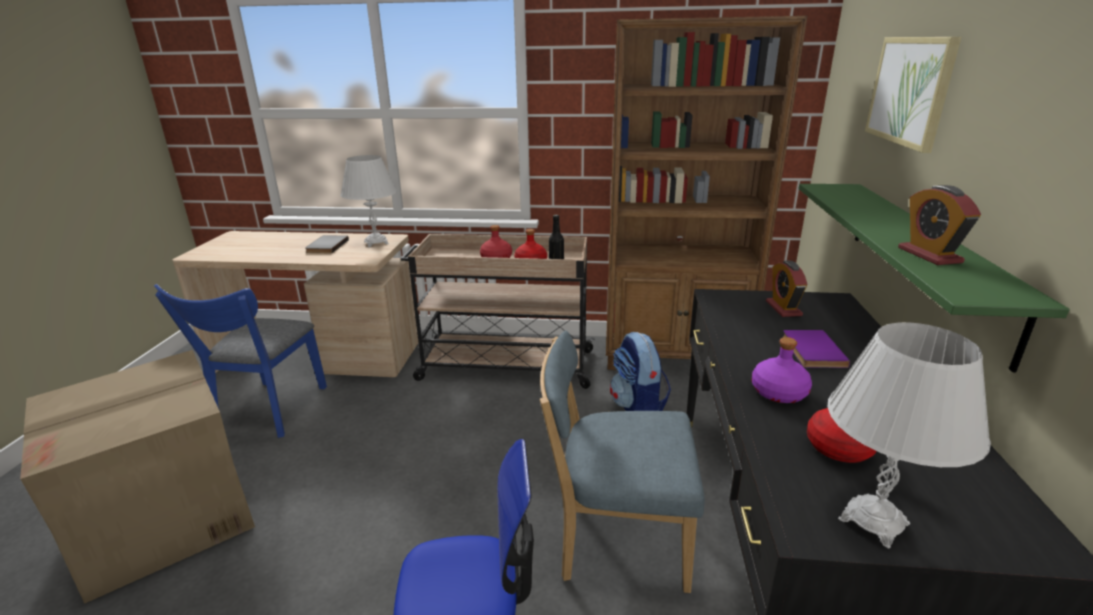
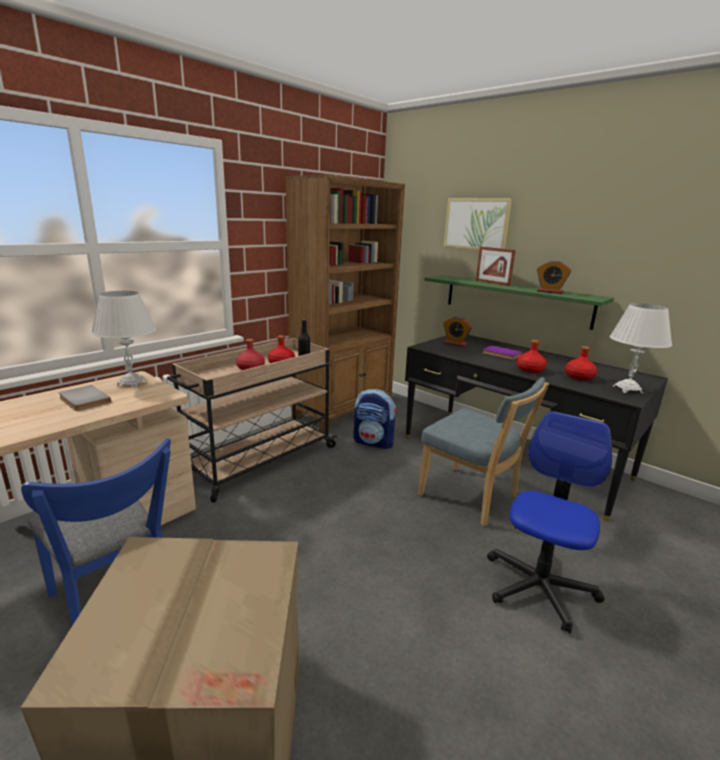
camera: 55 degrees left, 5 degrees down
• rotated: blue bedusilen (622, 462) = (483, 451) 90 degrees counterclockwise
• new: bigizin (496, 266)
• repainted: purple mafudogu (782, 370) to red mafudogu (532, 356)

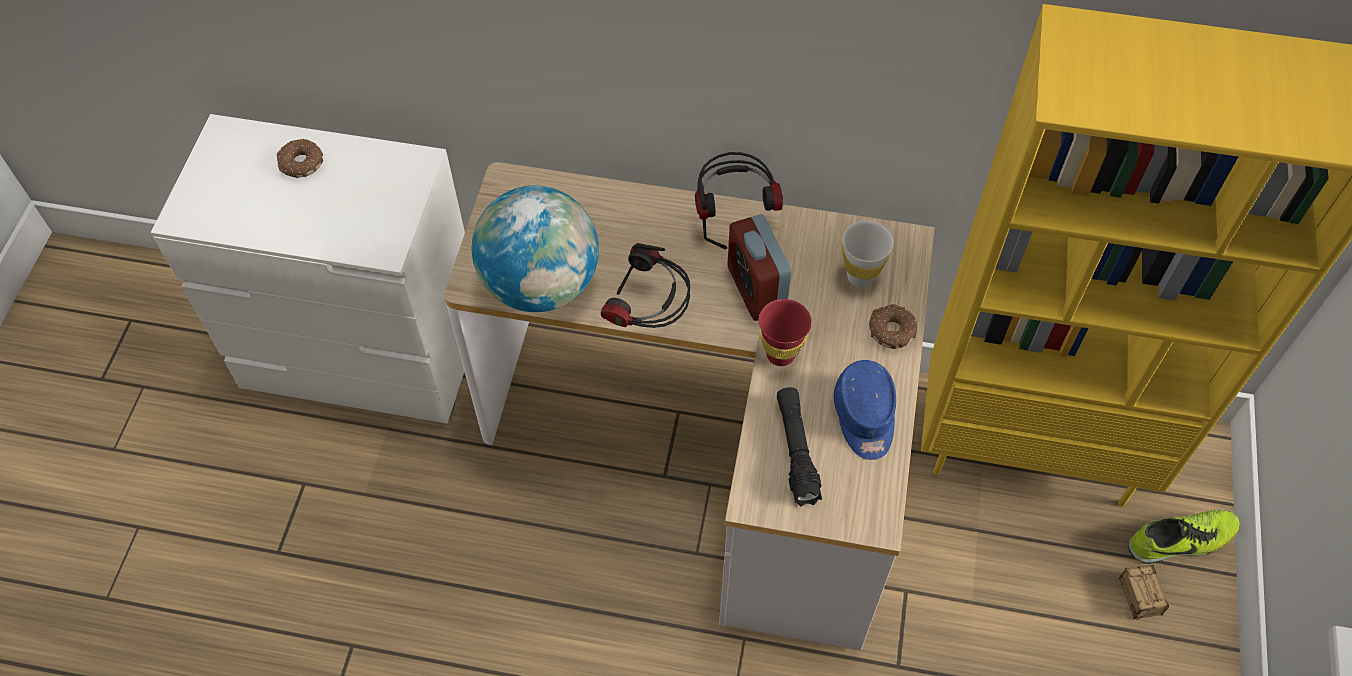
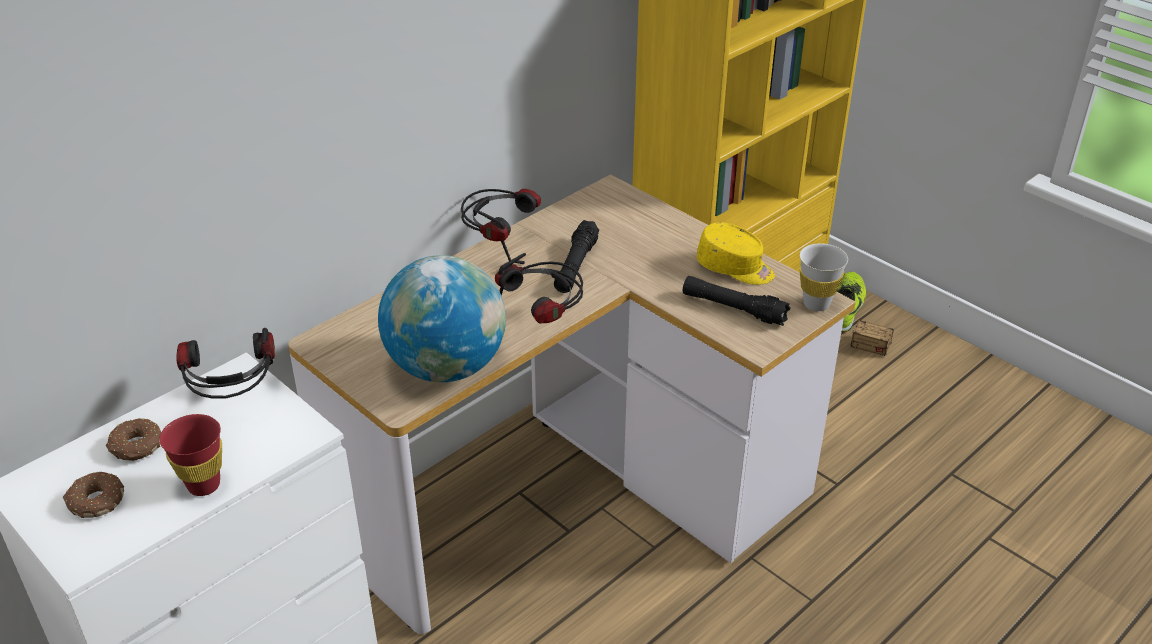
camera: 55 degrees left, 20 degrees down
• shifted: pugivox (893, 326) to (93, 495)
• shifted: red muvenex (785, 332) to (190, 455)
• new: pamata (225, 363)
• swapped: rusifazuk (759, 267) to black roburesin (576, 256)
• repainted: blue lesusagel (864, 410) to yellow lesusagel (736, 253)
• shifted: white muvenex (868, 254) to (823, 277)

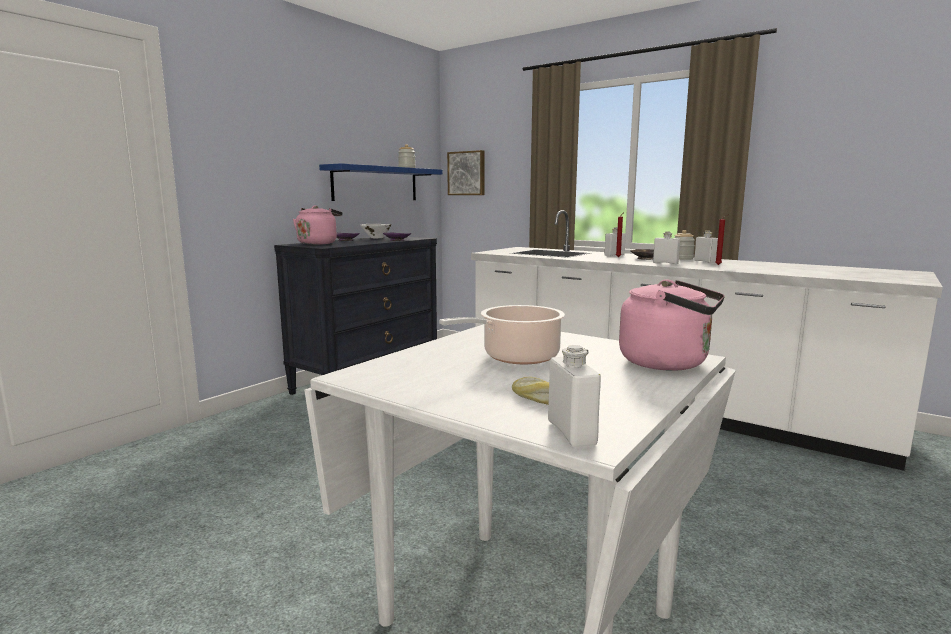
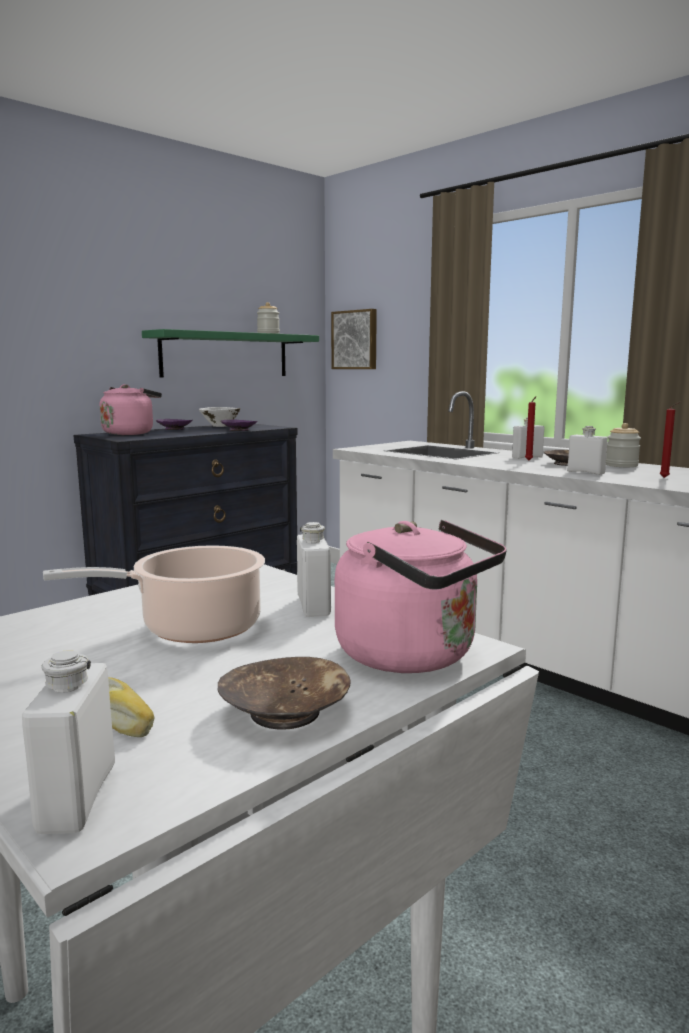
camera: 10 degrees right, 0 degrees up
• repainted: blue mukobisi (381, 182) to green mukobisi (230, 353)
• new: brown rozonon (284, 693)
• shifted: white mafudogu (706, 247) to (314, 569)

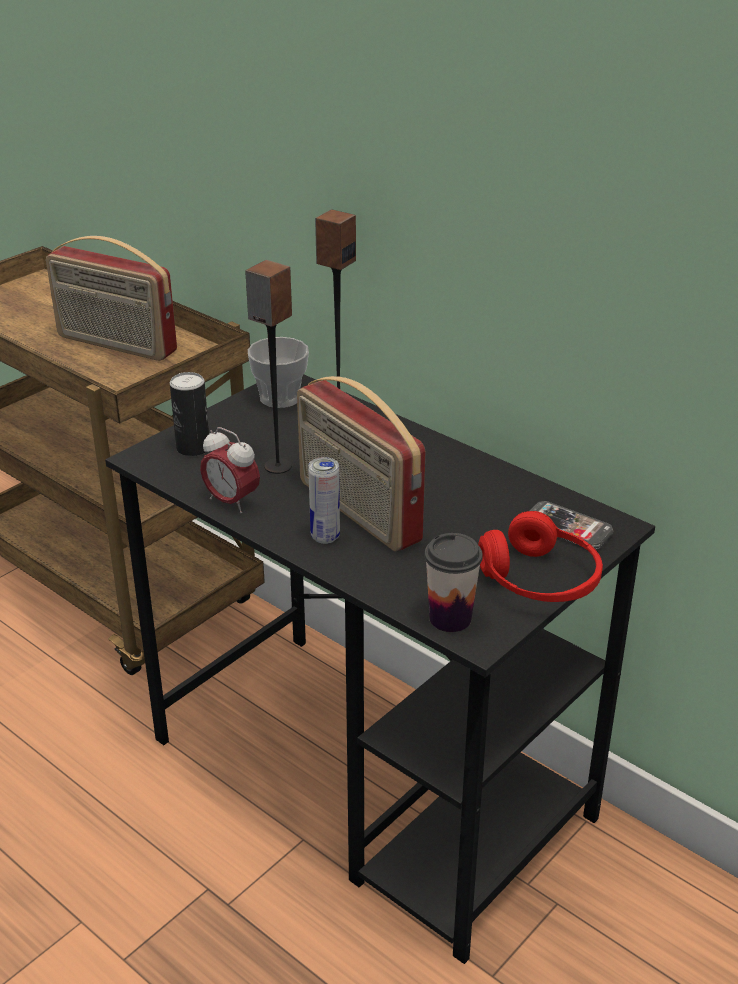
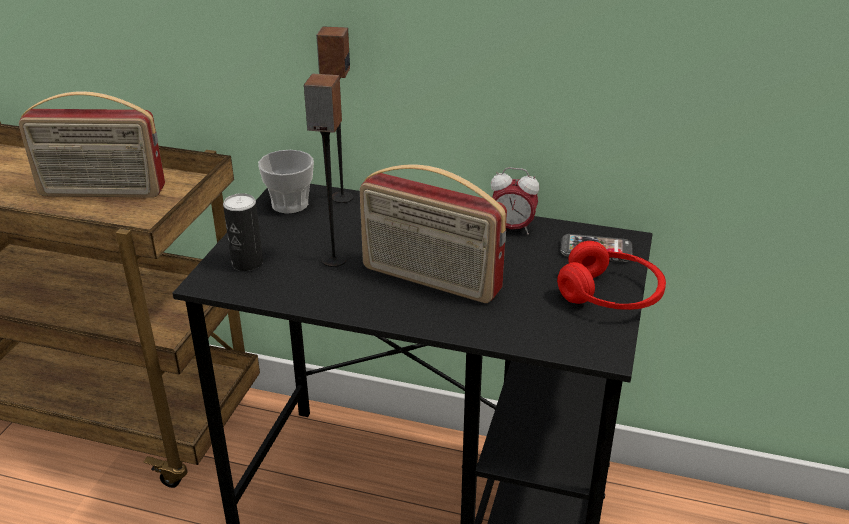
camera: 25 degrees left, 0 degrees up
• shifted: rusifazuk (230, 470) to (515, 201)
• gone: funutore (324, 500)
• gone: muvenex (453, 582)

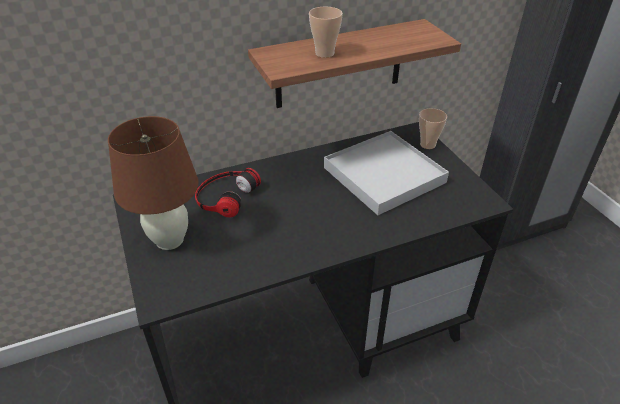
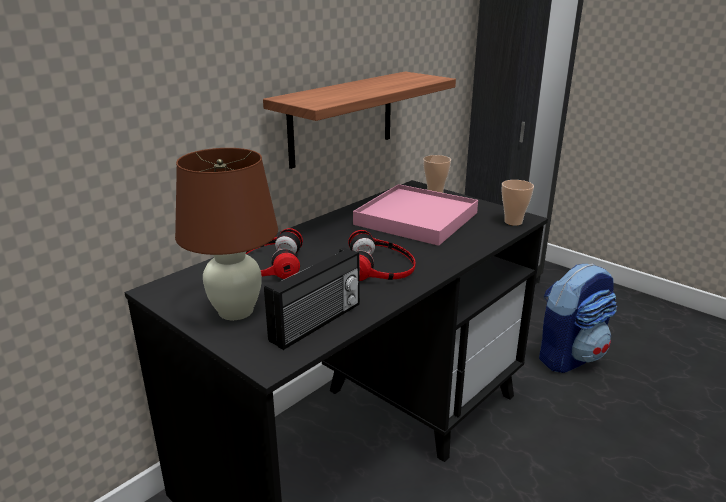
camera: 25 degrees left, 15 degrees down
• new: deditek (312, 298)
• new: pamata (382, 255)
• repainted: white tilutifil (386, 173) to pink tilutifil (415, 215)
• shifted: muvenex (326, 32) to (518, 203)
• new: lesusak (578, 318)

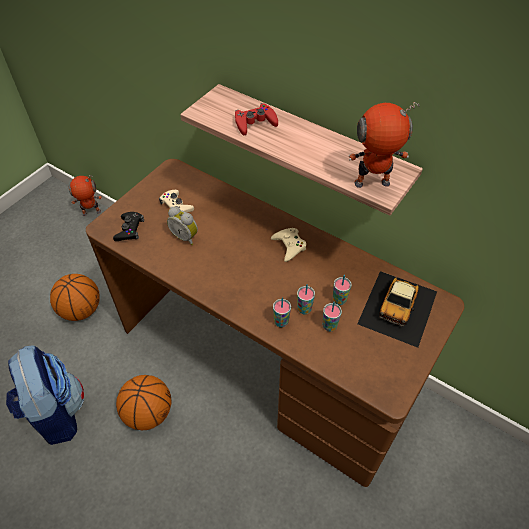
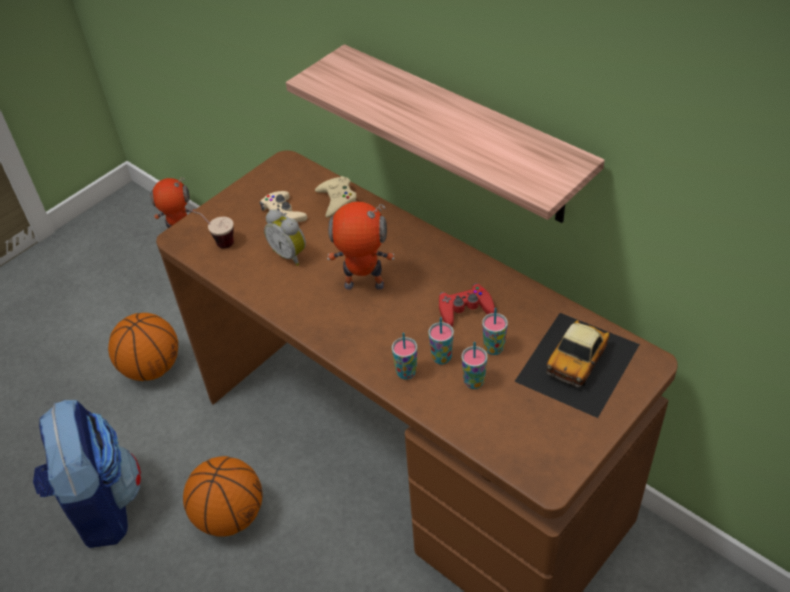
camera: 10 degrees right, 5 degrees down
• swapped: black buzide (128, 226) to muvenex (209, 228)
• shifted: beige buzide (288, 245) to (336, 196)
• shifted: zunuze (384, 145) to (360, 245)
• shifted: red buzide (256, 119) to (467, 304)

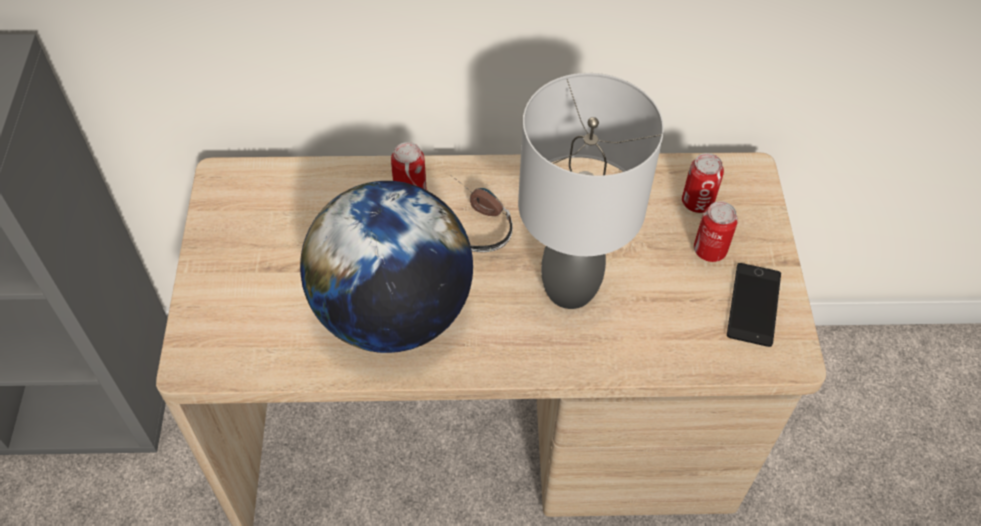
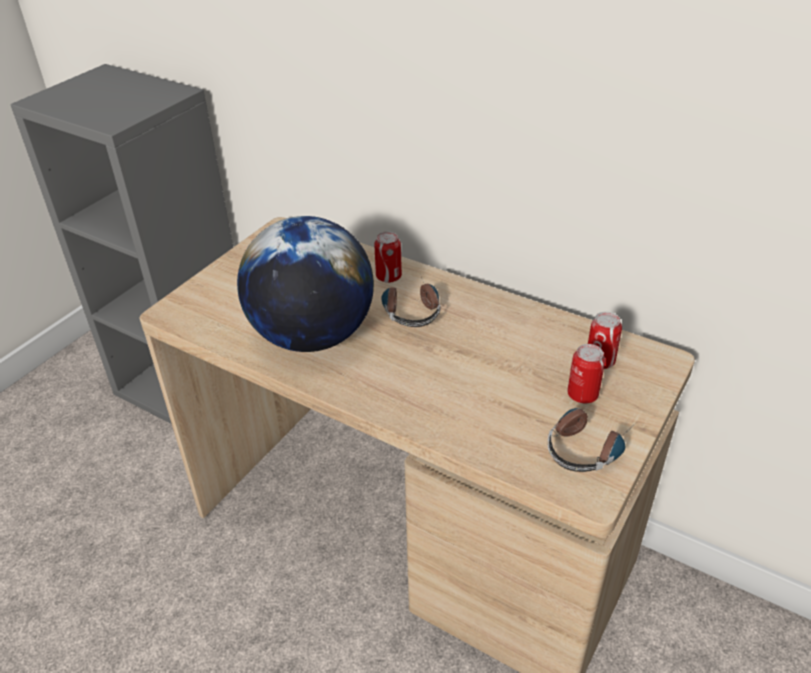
camera: 35 degrees right, 15 degrees down
• swapped: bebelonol (754, 305) to pamata (593, 440)
• gone: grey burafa (591, 191)

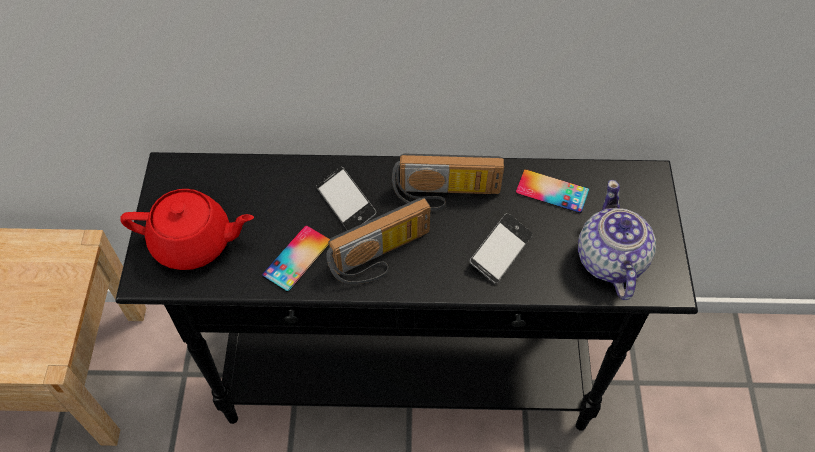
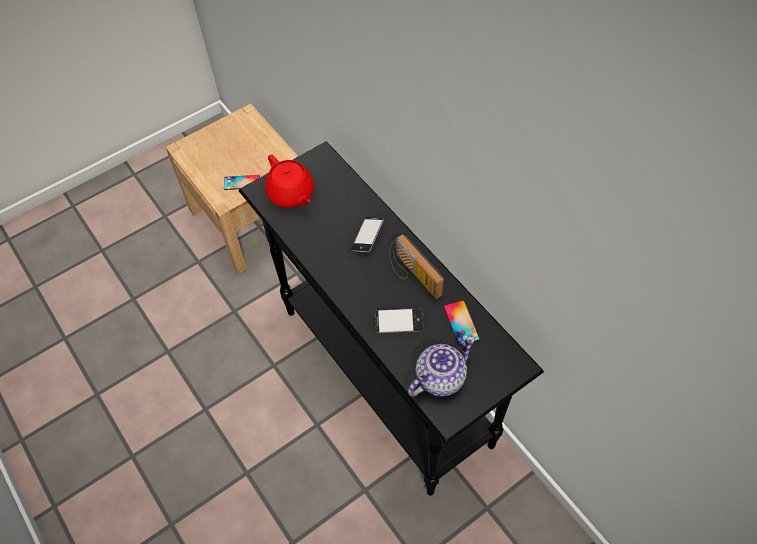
camera: 55 degrees right, 0 degrees up
• shifted: bebelonol (296, 258) to (242, 182)
• gone: deditek (378, 241)

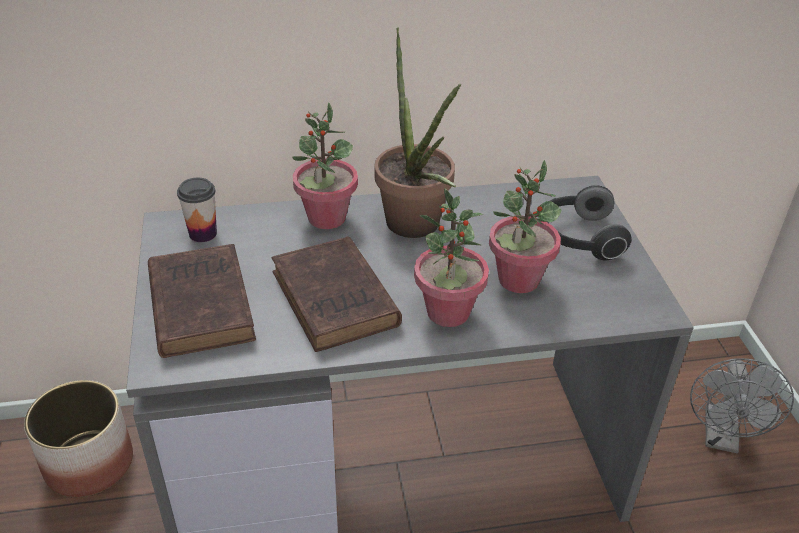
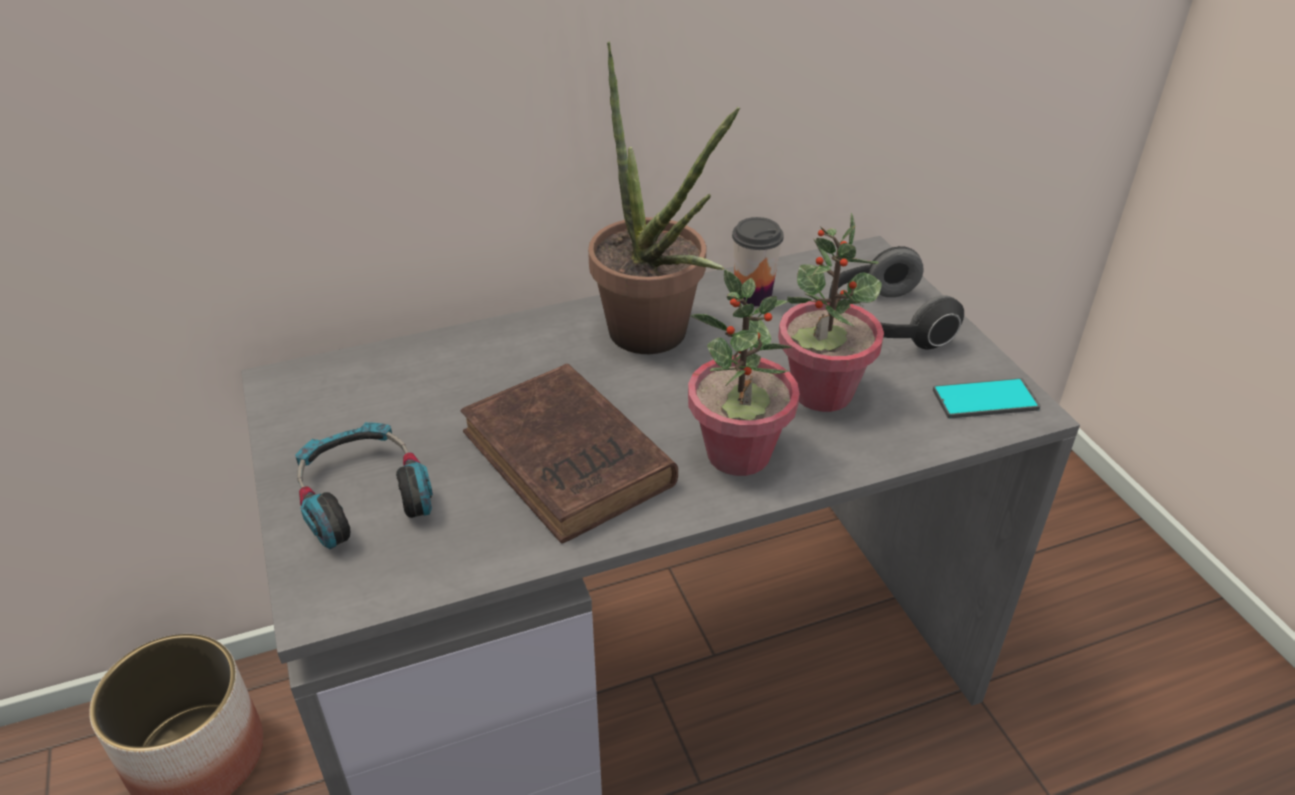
camera: 10 degrees left, 0 degrees up
• swapped: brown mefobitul (202, 301) to pamata (364, 485)
• shifted: muvenex (197, 210) to (758, 261)
• new: bebelonol (987, 398)
• gone: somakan (325, 165)
• gone: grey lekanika (742, 405)

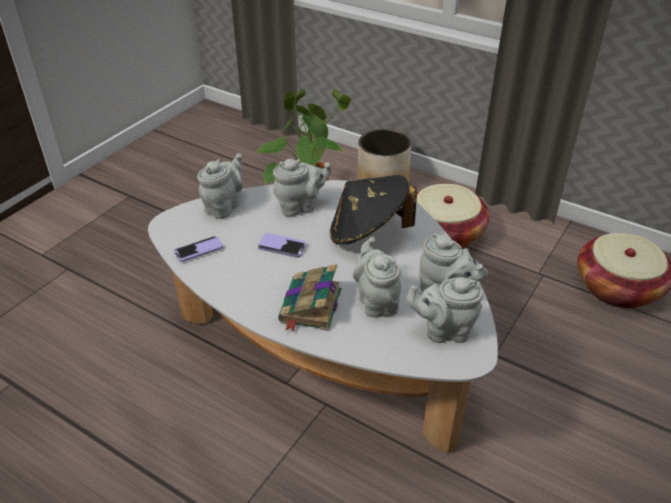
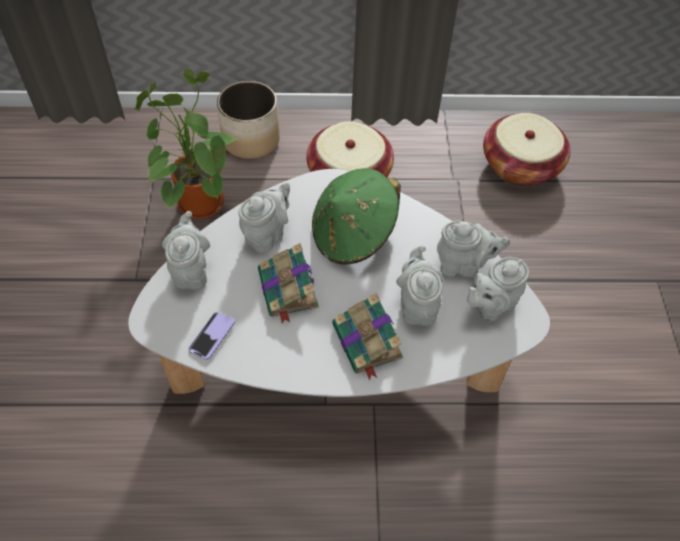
camera: 35 degrees left, 15 degrees up
• swapped: bebelonol (282, 245) to mefobitul (288, 283)
• repainted: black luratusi (373, 210) to green luratusi (356, 216)
• rotated: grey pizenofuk (377, 277) = (419, 285) 45 degrees clockwise

